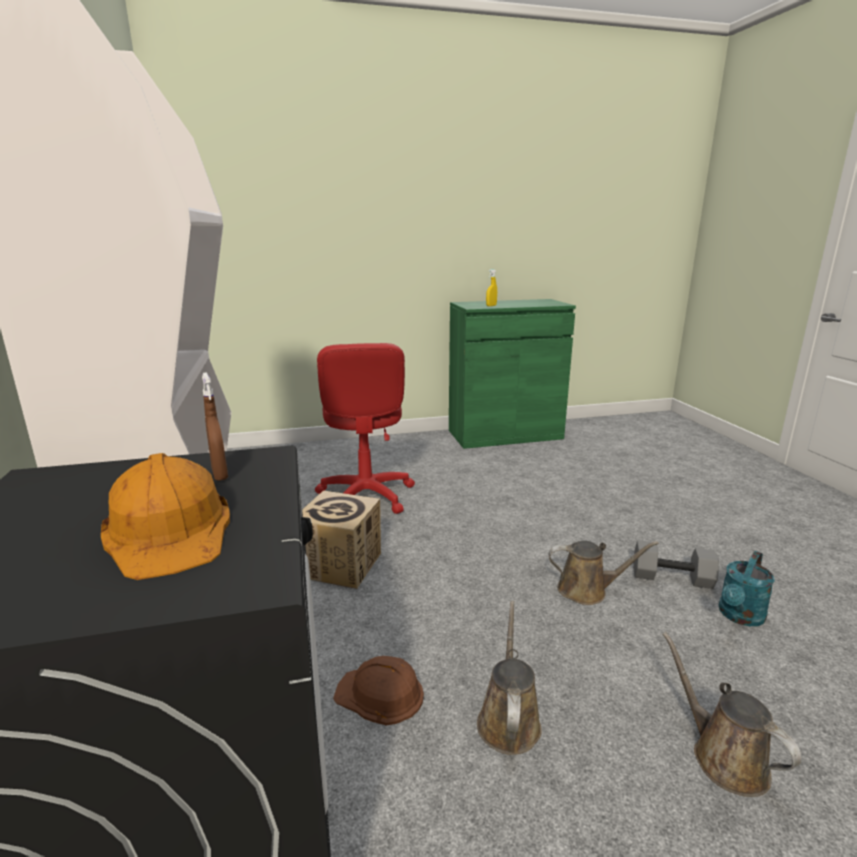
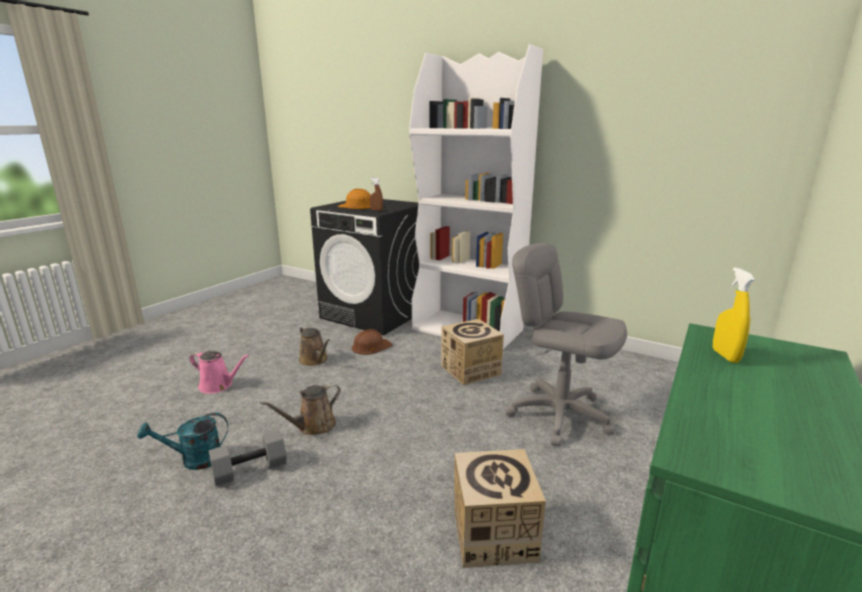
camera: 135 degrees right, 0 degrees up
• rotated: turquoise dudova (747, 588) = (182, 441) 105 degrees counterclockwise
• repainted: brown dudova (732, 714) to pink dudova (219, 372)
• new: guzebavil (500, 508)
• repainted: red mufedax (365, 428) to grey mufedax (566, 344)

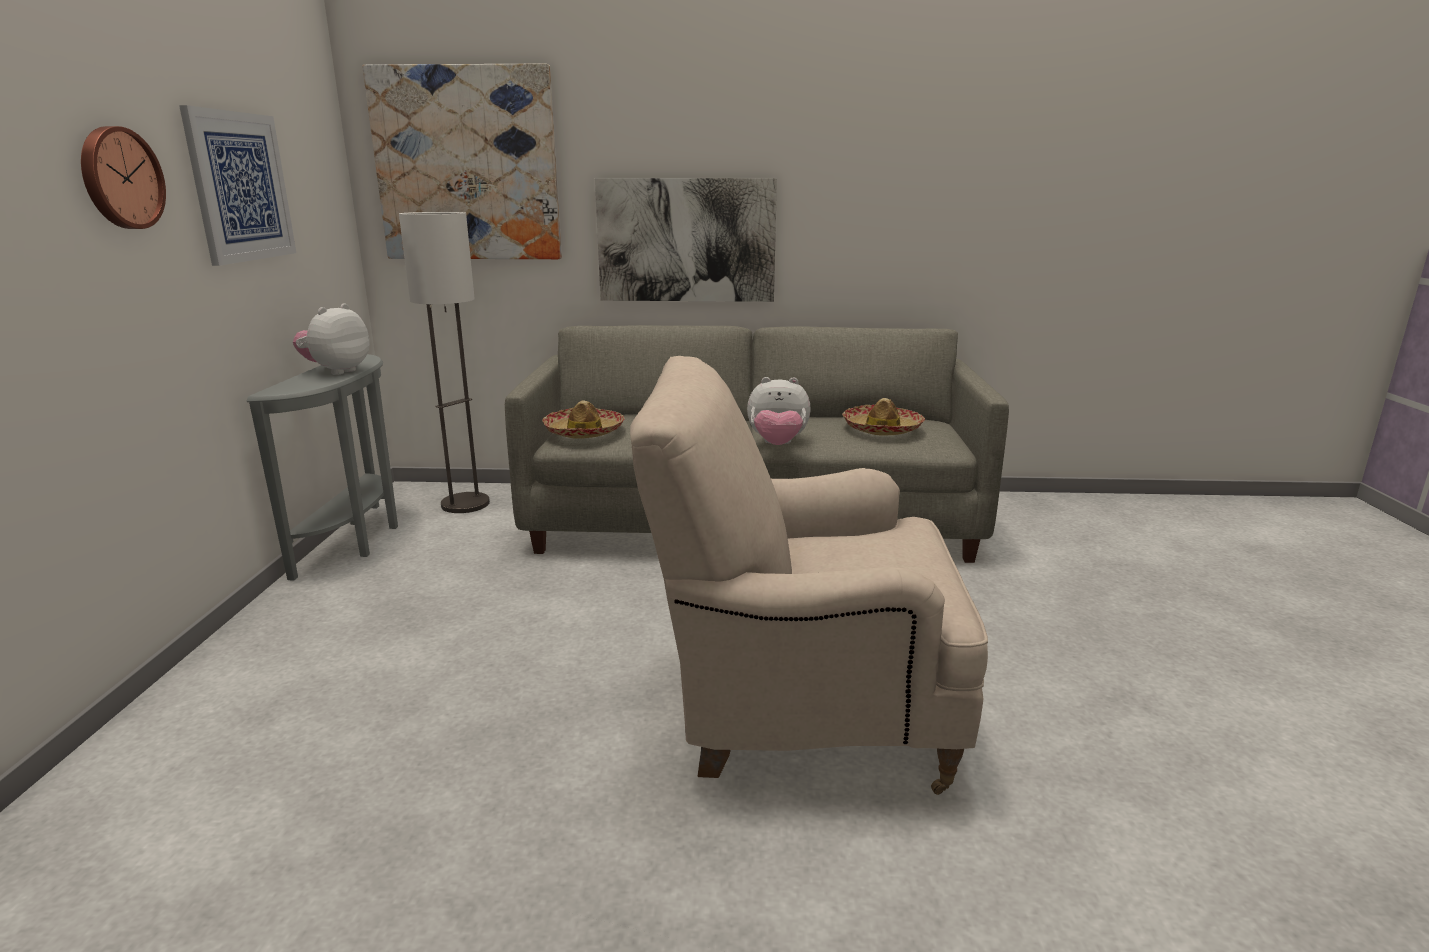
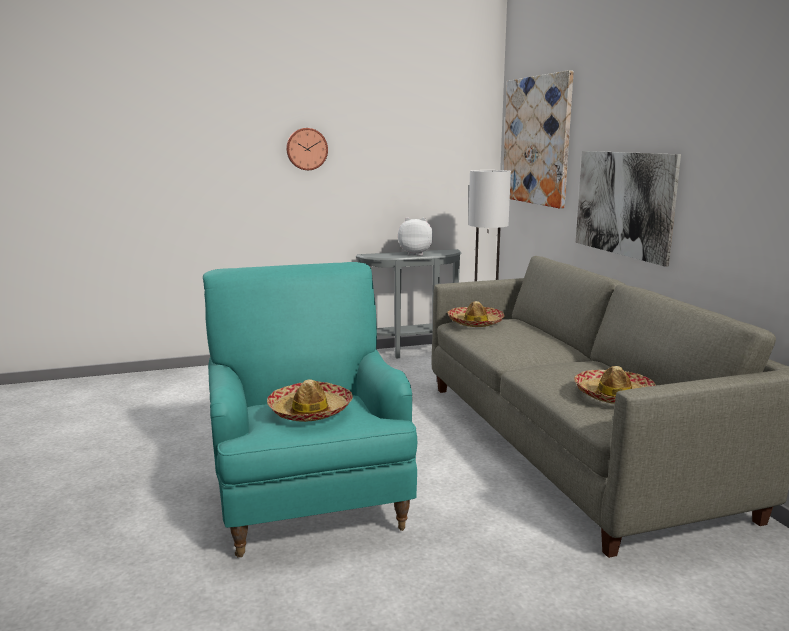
camera: 70 degrees right, 5 degrees down
• repainted: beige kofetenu (809, 575) to turquoise kofetenu (310, 409)
• new: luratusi (310, 400)
• gone: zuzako (237, 185)
• gone: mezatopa (779, 411)

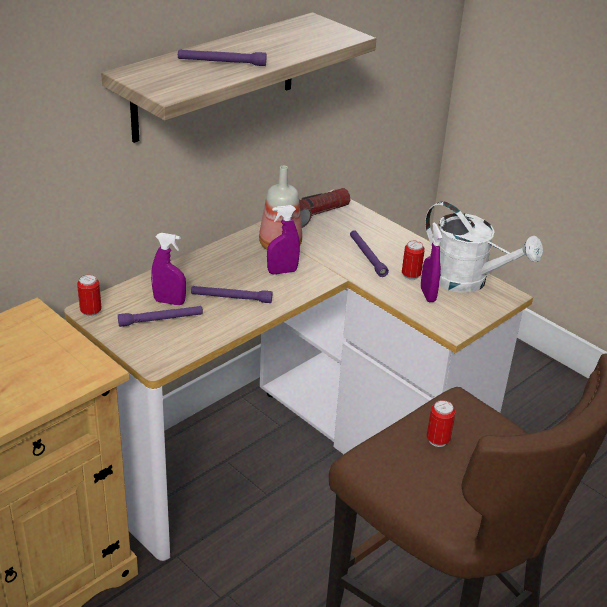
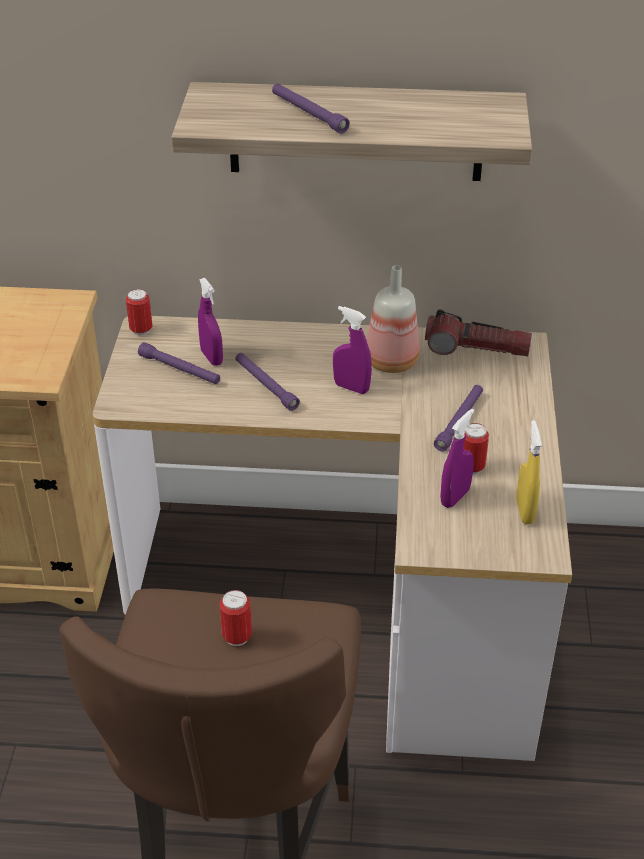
camera: 50 degrees right, 5 degrees up
• swapped: white dudova (484, 247) to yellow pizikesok (529, 472)

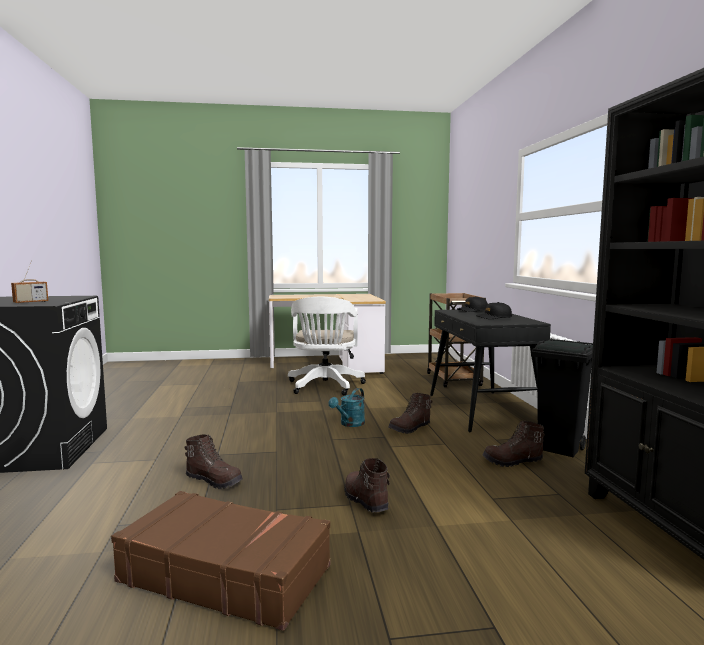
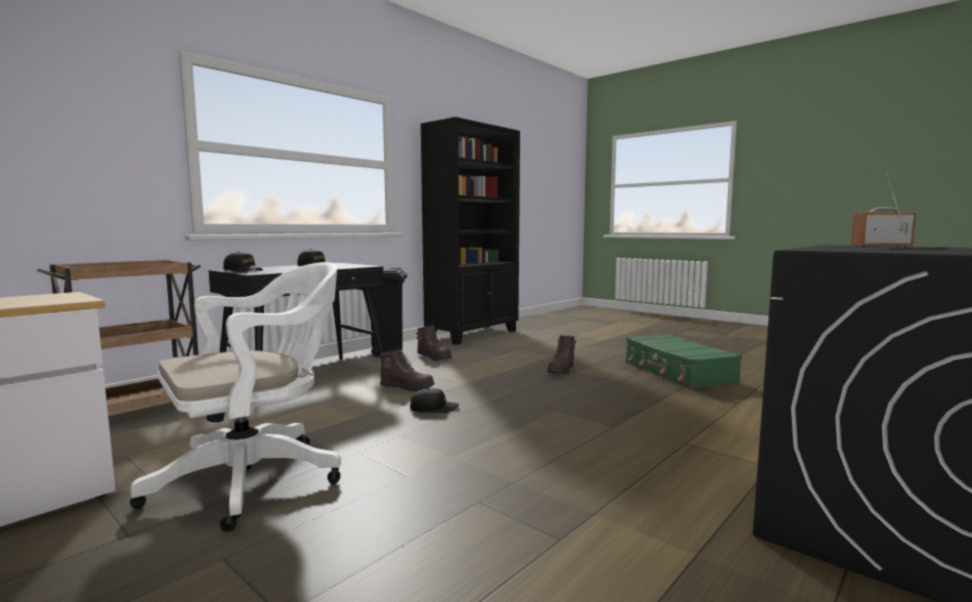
camera: 130 degrees left, 0 degrees up
• swapped: turquoise dudova (347, 407) to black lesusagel (434, 401)
• repainted: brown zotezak (220, 561) to green zotezak (684, 361)
• gone: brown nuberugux (214, 461)

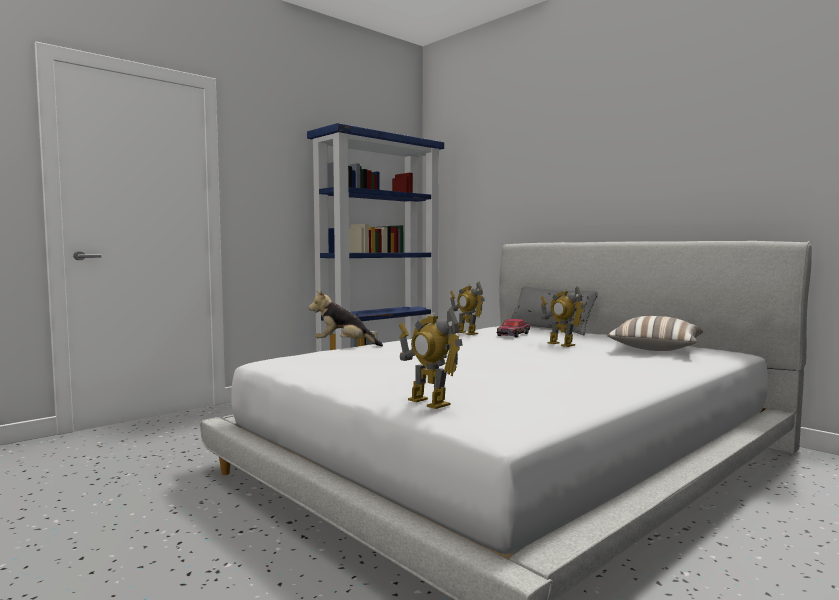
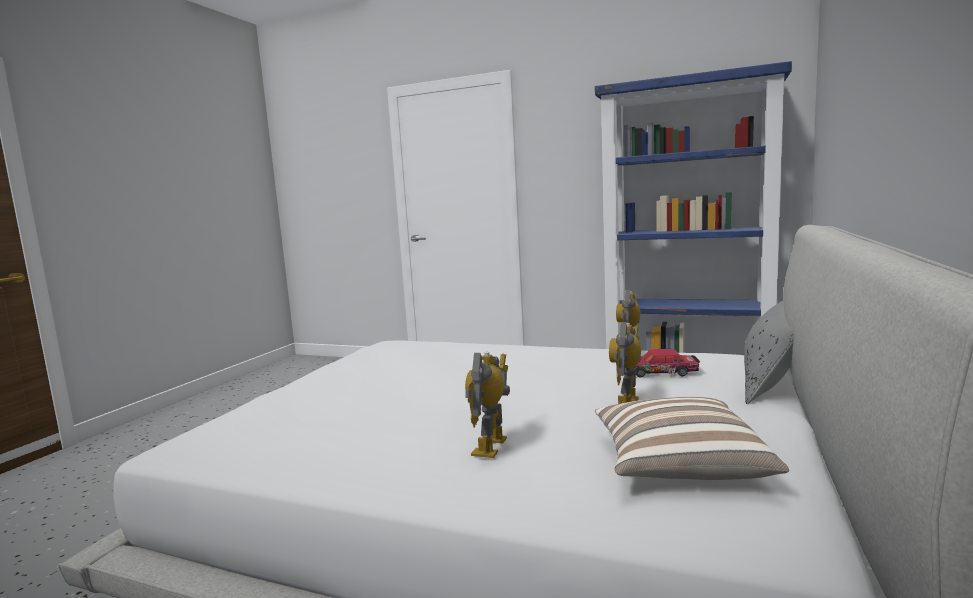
camera: 65 degrees right, 5 degrees up
• shifted: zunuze (431, 358) to (487, 405)
• gone: mezatopa (346, 318)

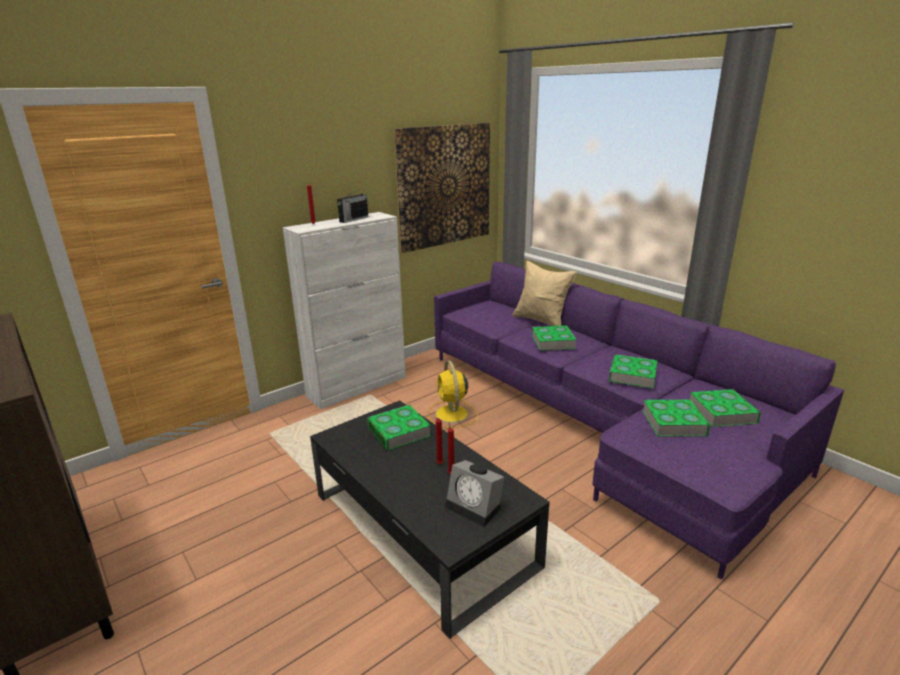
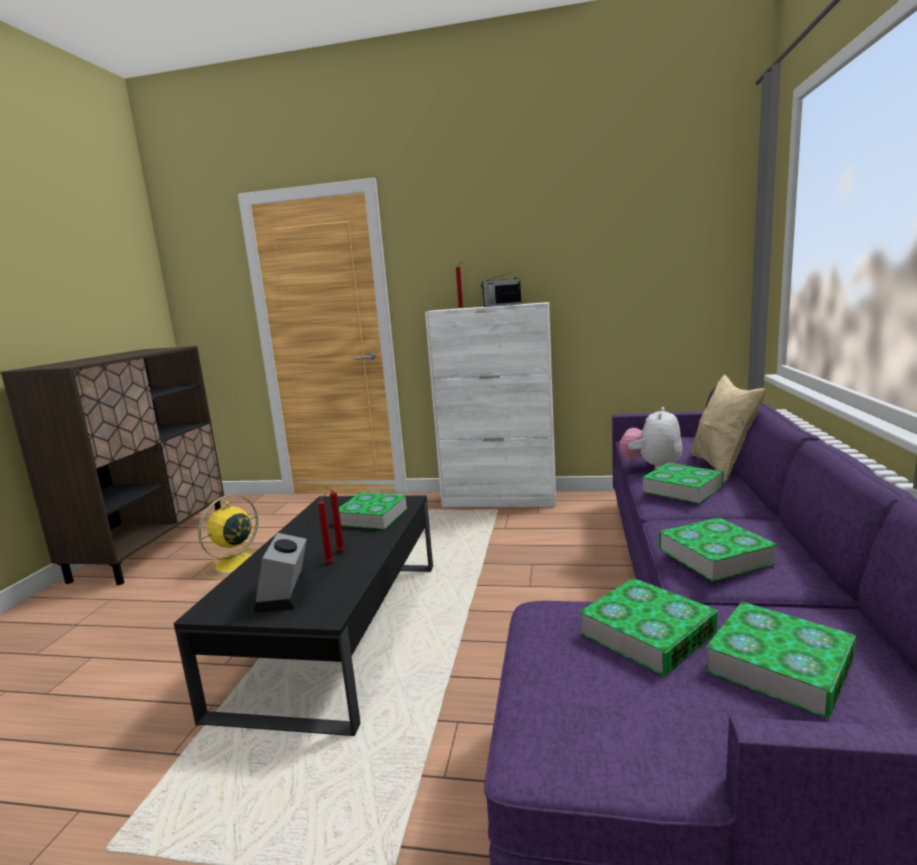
camera: 50 degrees right, 10 degrees down
• shifted: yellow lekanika (453, 394) to (228, 537)
• new: mezatopa (651, 438)
• gone: zuzako (442, 188)

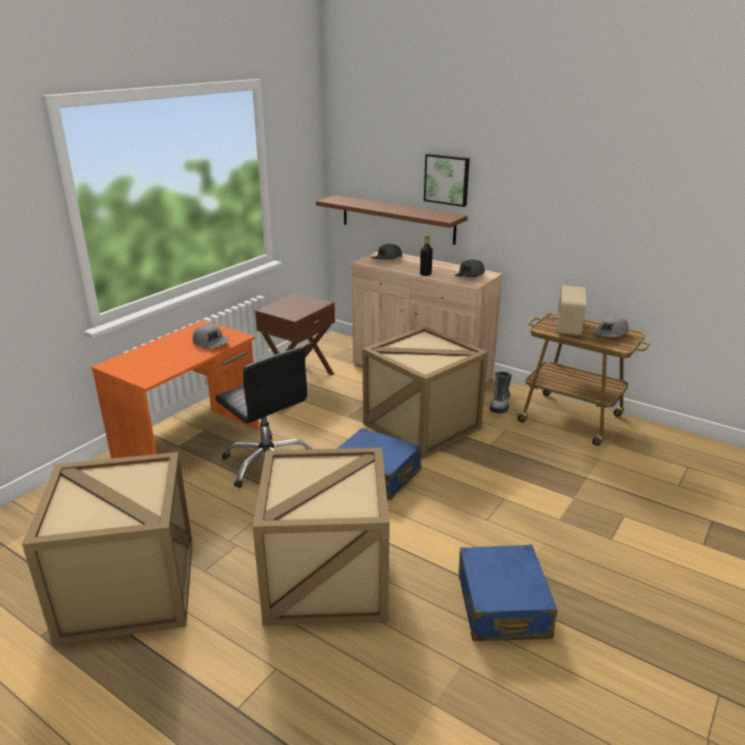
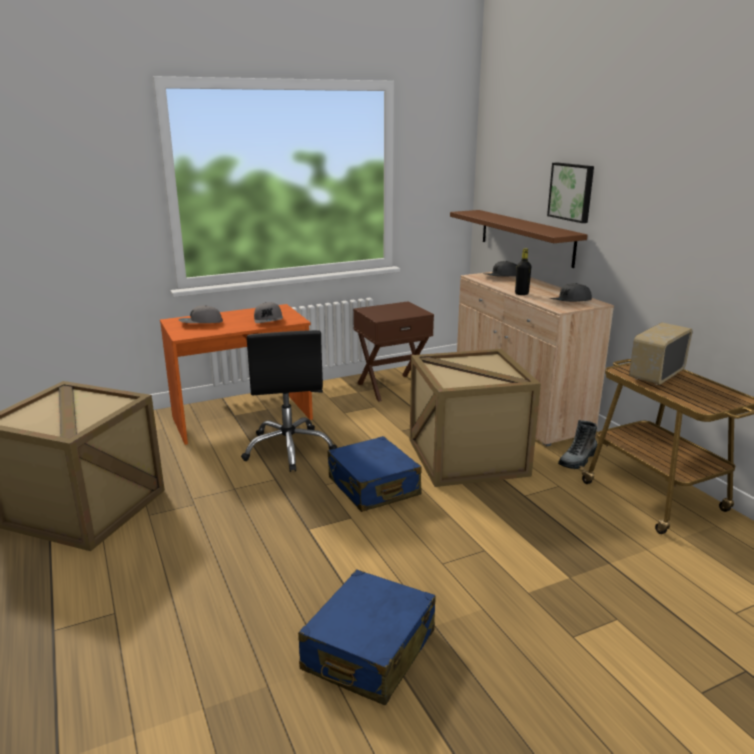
camera: 30 degrees right, 5 degrees down
• shifted: grey lesusagel (610, 327) to (201, 314)
• gone: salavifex (321, 537)

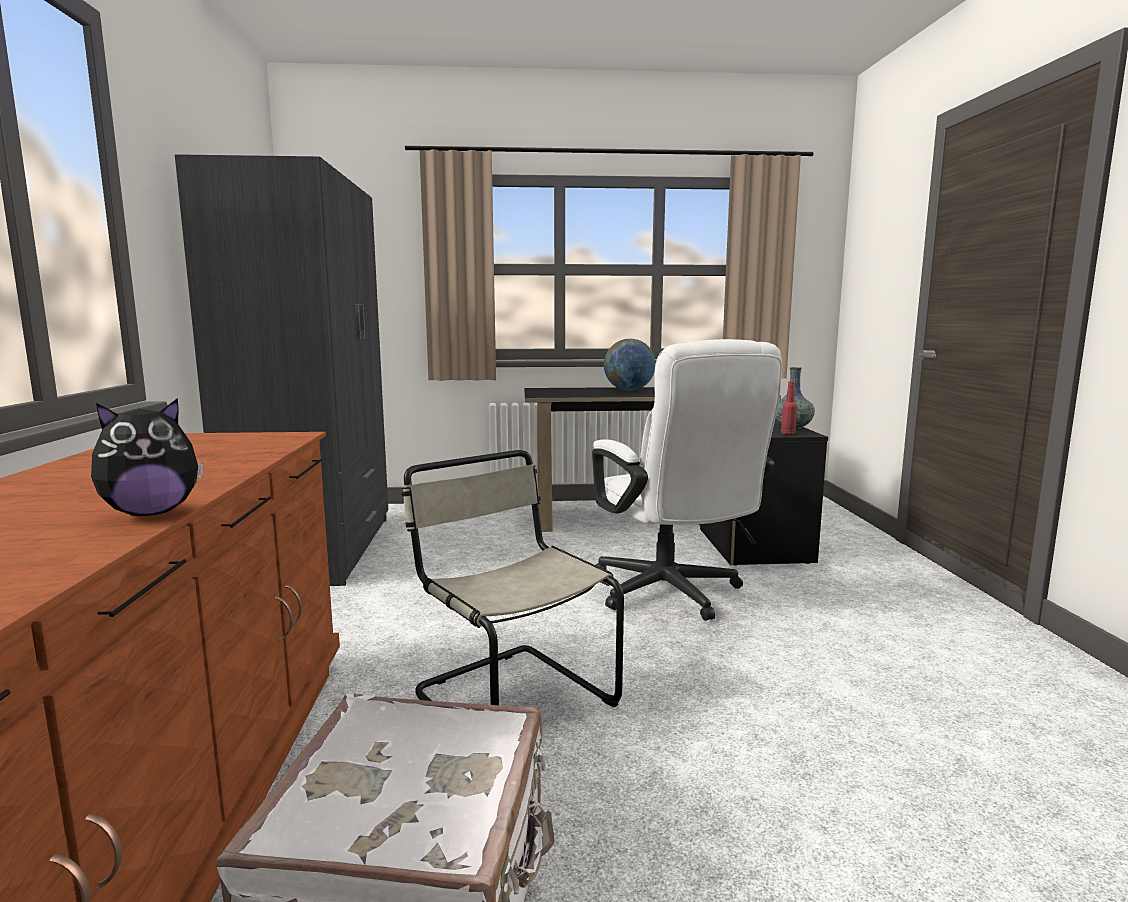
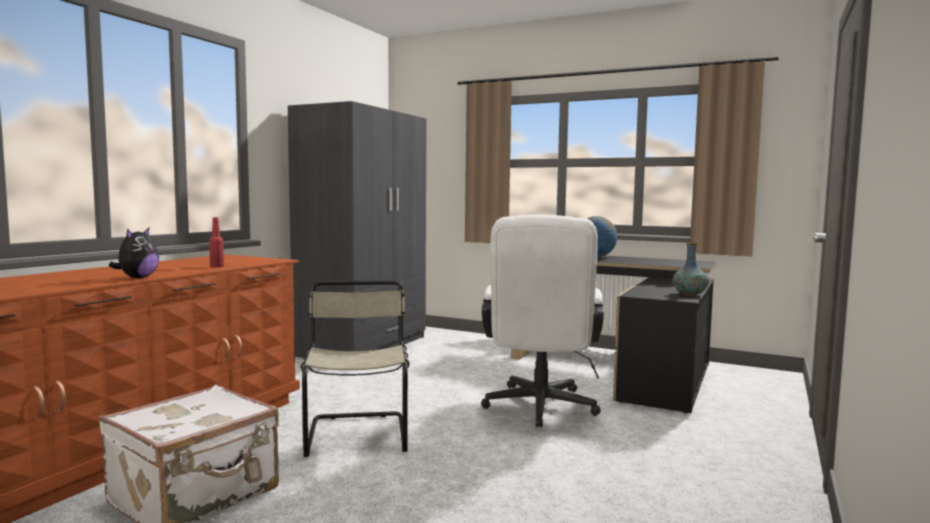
camera: 30 degrees right, 5 degrees down
• rotated: mezatopa (147, 457) = (134, 253) 75 degrees counterclockwise
• shifted: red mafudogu (789, 408) to (216, 242)

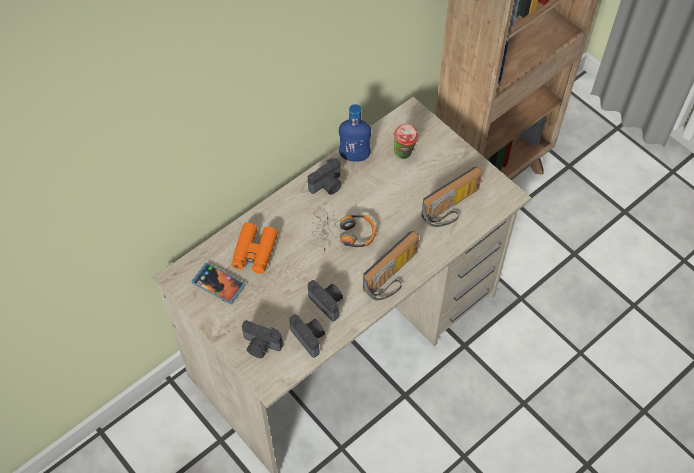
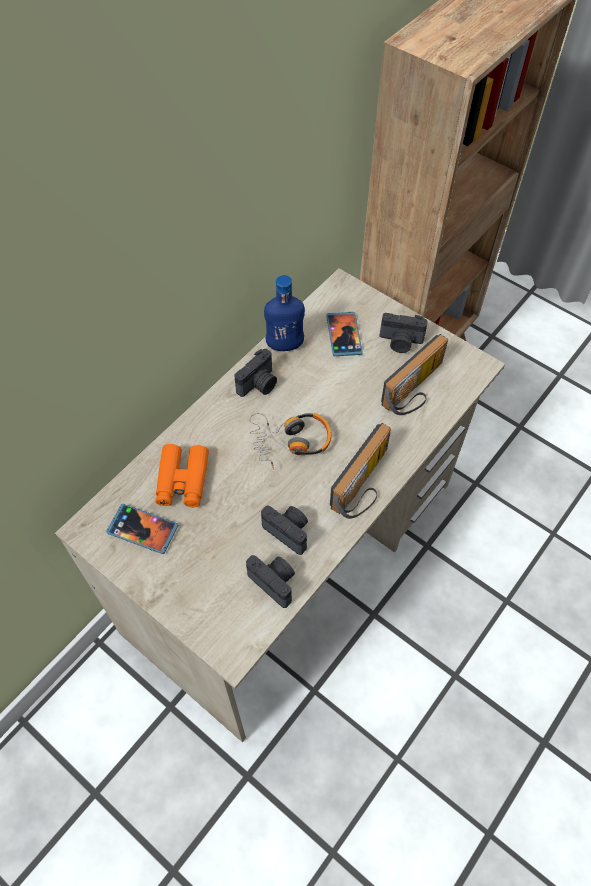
camera: 10 degrees left, 0 degrees up
• swapped: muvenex (406, 141) to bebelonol (344, 334)
• shifted: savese (262, 339) to (404, 333)

